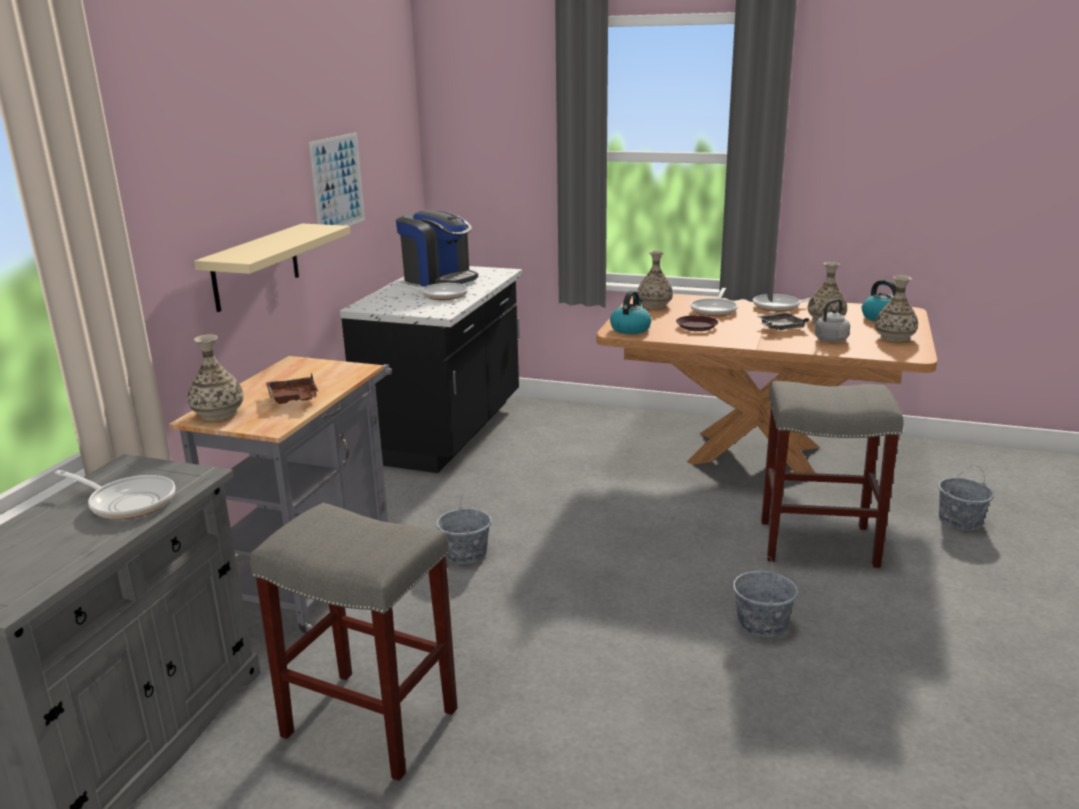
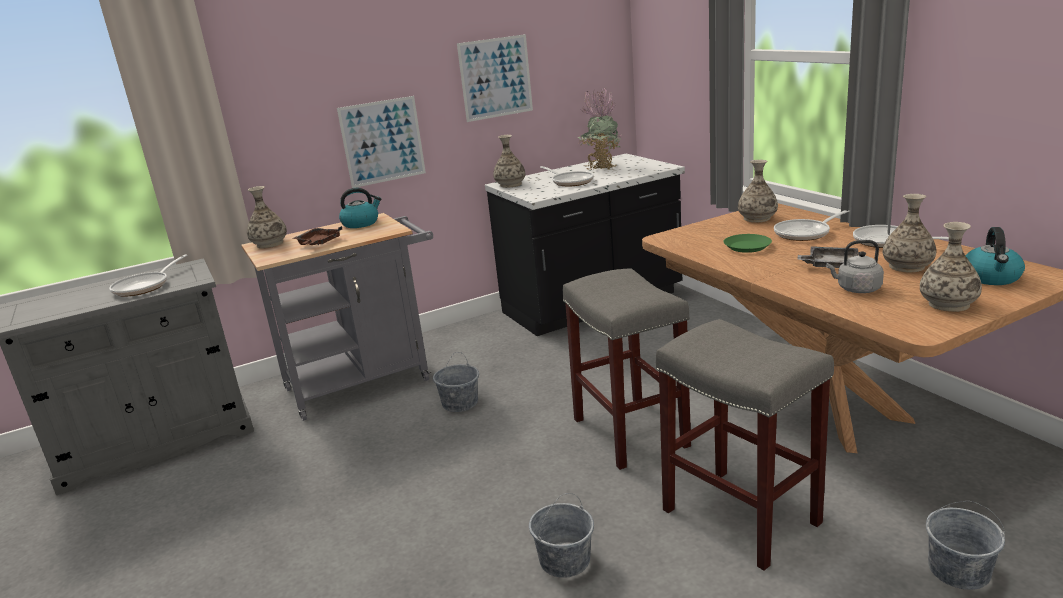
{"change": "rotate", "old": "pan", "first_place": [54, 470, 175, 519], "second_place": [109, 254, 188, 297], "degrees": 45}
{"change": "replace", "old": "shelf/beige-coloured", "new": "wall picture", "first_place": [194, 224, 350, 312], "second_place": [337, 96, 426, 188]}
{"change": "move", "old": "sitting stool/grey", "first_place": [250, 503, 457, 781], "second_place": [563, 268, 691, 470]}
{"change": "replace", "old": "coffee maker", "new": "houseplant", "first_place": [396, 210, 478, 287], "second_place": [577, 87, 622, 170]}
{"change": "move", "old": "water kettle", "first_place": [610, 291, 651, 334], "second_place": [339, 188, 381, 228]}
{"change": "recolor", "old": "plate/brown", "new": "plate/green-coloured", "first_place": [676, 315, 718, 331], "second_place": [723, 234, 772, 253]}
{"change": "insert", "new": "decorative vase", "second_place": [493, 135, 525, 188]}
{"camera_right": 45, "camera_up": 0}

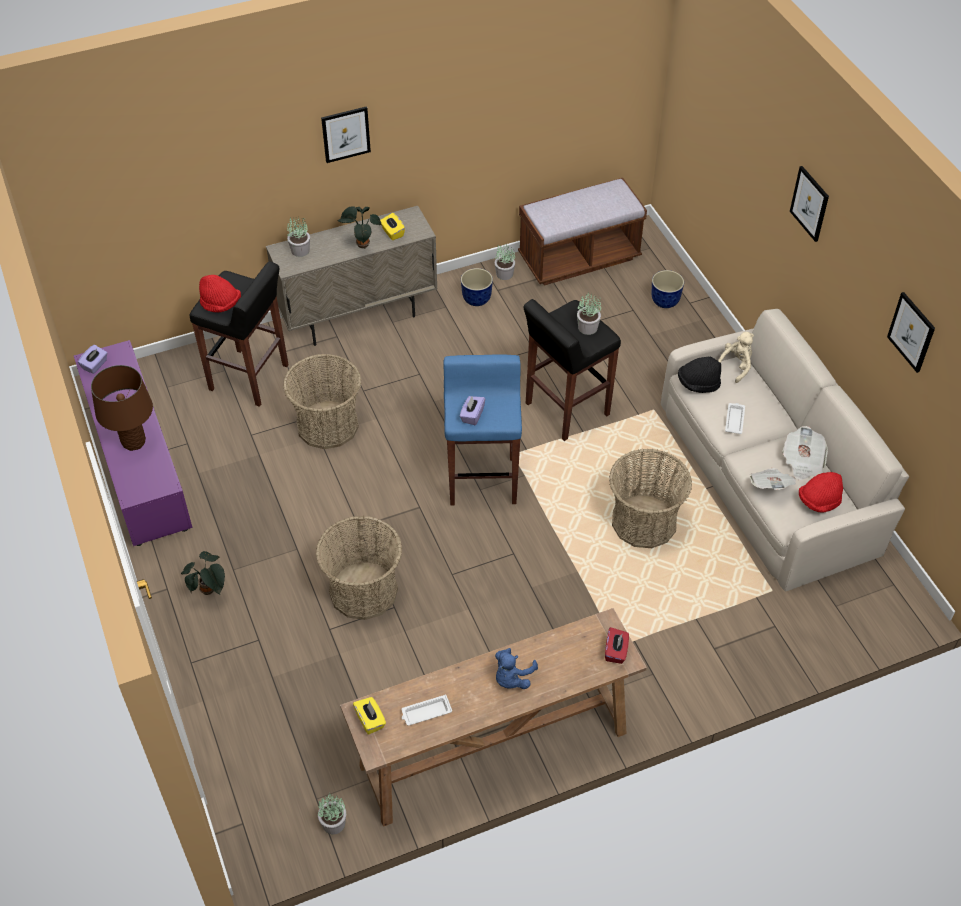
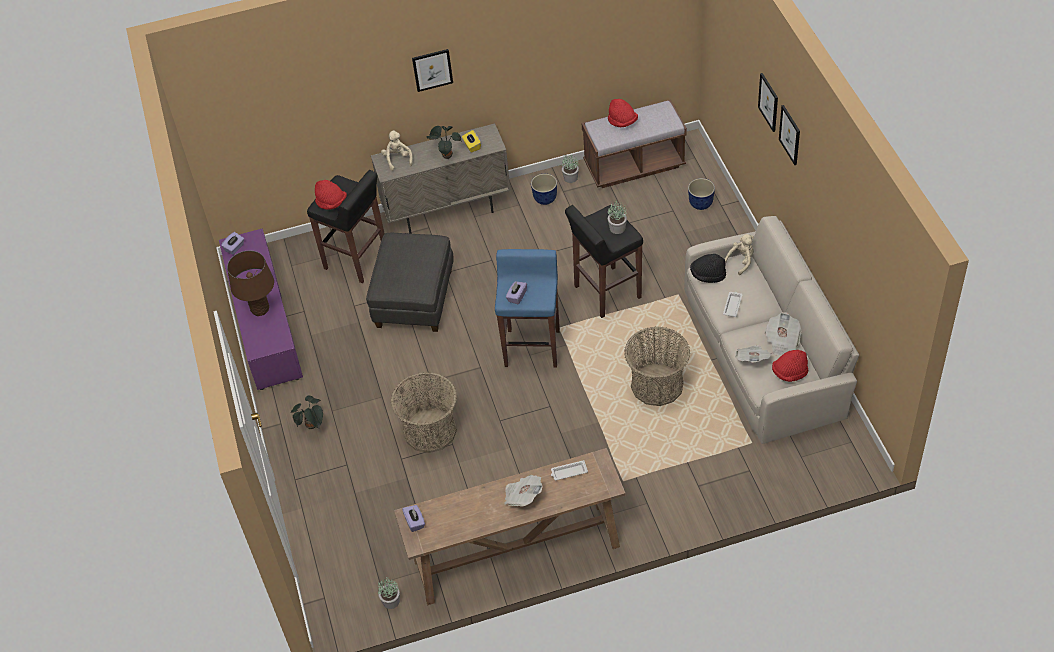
{"change": "replace", "old": "storage basket", "new": "footrest/grey", "first_place": [283, 354, 361, 449], "second_place": [366, 233, 454, 332]}
{"change": "replace", "old": "houseplant", "new": "soft toy/beige-coloured", "first_place": [287, 217, 310, 257], "second_place": [381, 130, 413, 171]}
{"change": "recolor", "old": "box of tissues/yellow", "new": "box of tissues/purplish", "first_place": [353, 697, 386, 735], "second_place": [402, 505, 425, 532]}
{"change": "move", "old": "tray/whitish", "first_place": [401, 695, 452, 726], "second_place": [551, 460, 588, 480]}
{"change": "replace", "old": "soft toy/blue-coloured", "new": "newspaper", "first_place": [495, 648, 538, 689], "second_place": [505, 475, 543, 507]}
{"change": "delete", "old": "box of tissues/reddish", "first_place": [605, 627, 629, 664]}
{"change": "move", "old": "wall picture", "first_place": [887, 292, 935, 373], "second_place": [758, 73, 778, 132]}
{"change": "insert", "new": "clothing hat/reddish", "second_place": [608, 99, 638, 127]}
{"camera_right": 10, "camera_up": 0}

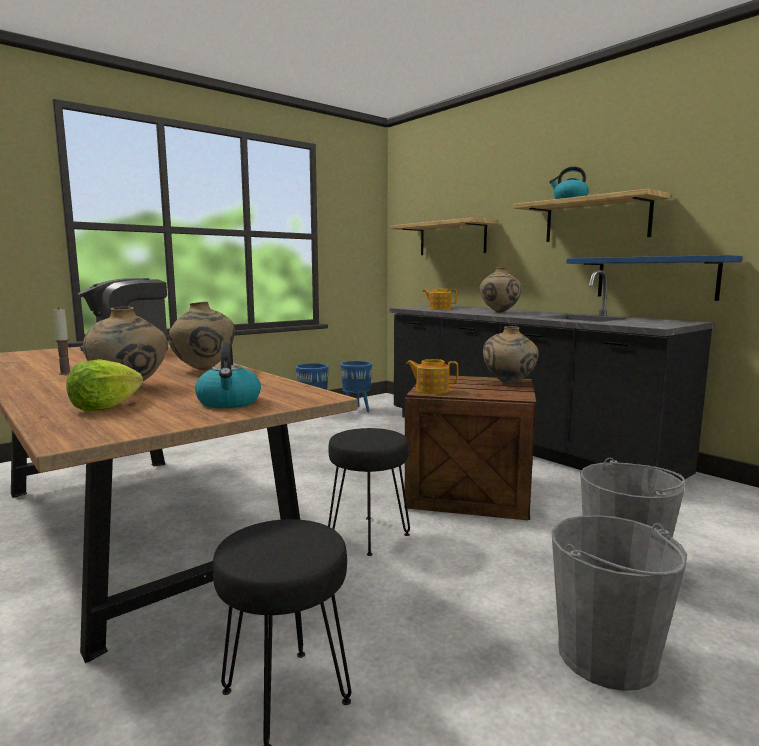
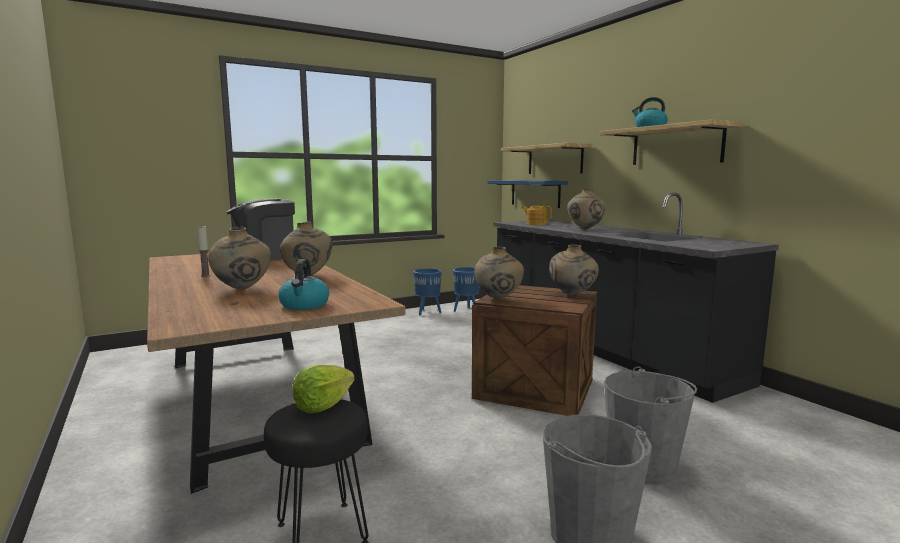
{"change": "move", "old": "lettuce", "first_place": [66, 359, 143, 411], "second_place": [292, 365, 355, 413]}
{"change": "delete", "old": "sitting stool/black", "first_place": [328, 428, 410, 556]}
{"change": "replace", "old": "tea pot", "new": "decorative vase/beige-coloured", "first_place": [406, 359, 458, 394], "second_place": [474, 247, 524, 299]}
{"change": "move", "old": "shelf/blue-coloured", "first_place": [567, 255, 743, 301], "second_place": [487, 180, 568, 208]}
{"camera_right": 10, "camera_up": 0}

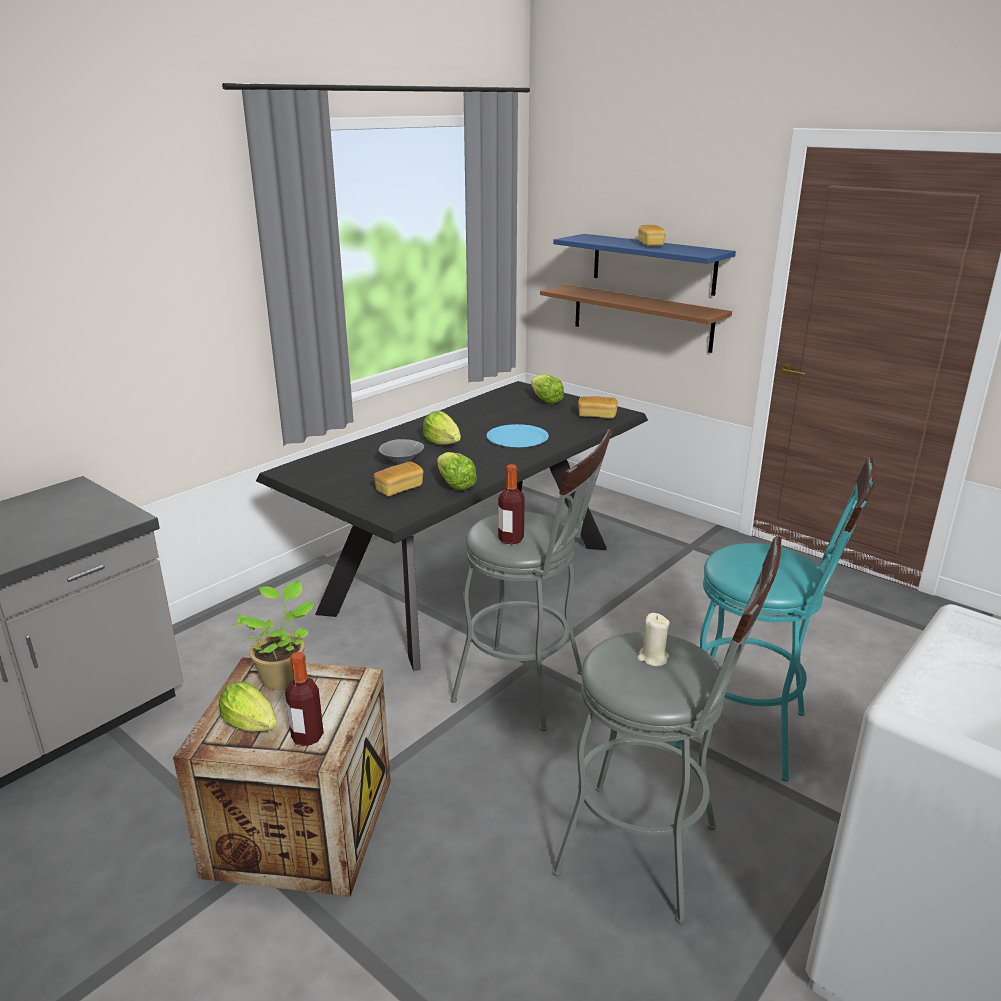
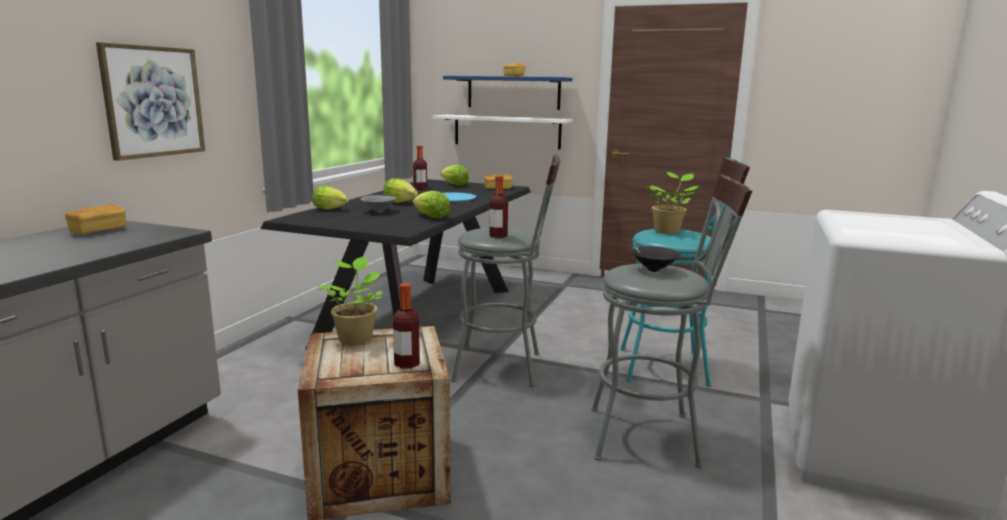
{"change": "move", "old": "lettuce", "first_place": [219, 681, 277, 732], "second_place": [312, 186, 349, 210]}
{"change": "move", "old": "bread", "first_place": [374, 462, 423, 496], "second_place": [65, 204, 126, 234]}
{"change": "recolor", "old": "shelf/brown", "new": "shelf/whitish", "first_place": [540, 285, 732, 353], "second_place": [432, 115, 573, 150]}
{"change": "replace", "old": "candle/beige-coloured", "new": "bowl/black", "first_place": [637, 613, 670, 666], "second_place": [630, 246, 681, 272]}
{"change": "insert", "new": "wall picture", "second_place": [96, 42, 205, 161]}
{"change": "insert", "new": "bottle", "second_place": [413, 146, 427, 190]}
{"change": "insert", "new": "houseplant", "second_place": [647, 172, 699, 234]}
{"camera_right": -20, "camera_up": -10}

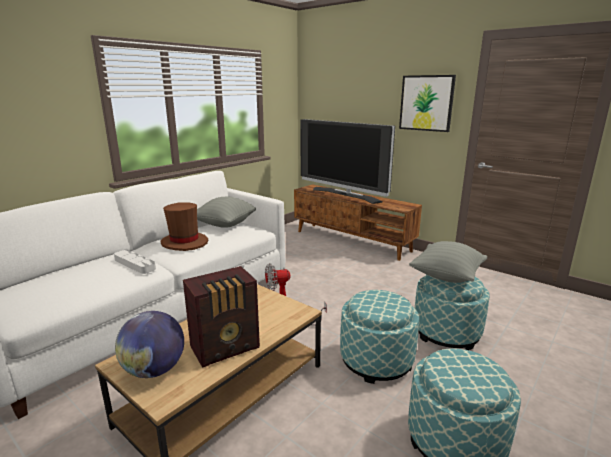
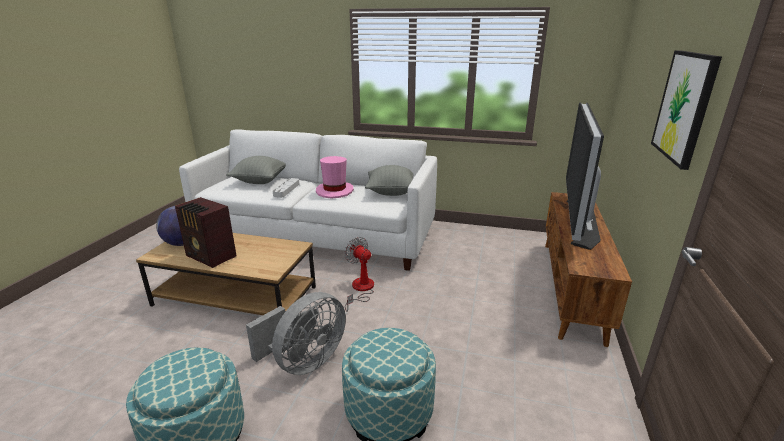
{"change": "recolor", "old": "clothing hat/brown", "new": "clothing hat/pinkish", "first_place": [160, 202, 208, 251], "second_place": [316, 156, 354, 198]}
{"change": "replace", "old": "footrest", "new": "fan/grey", "first_place": [340, 290, 419, 384], "second_place": [246, 292, 346, 375]}
{"change": "move", "old": "cushion/grey", "first_place": [409, 241, 487, 283], "second_place": [226, 156, 286, 184]}
{"camera_right": 65, "camera_up": 5}

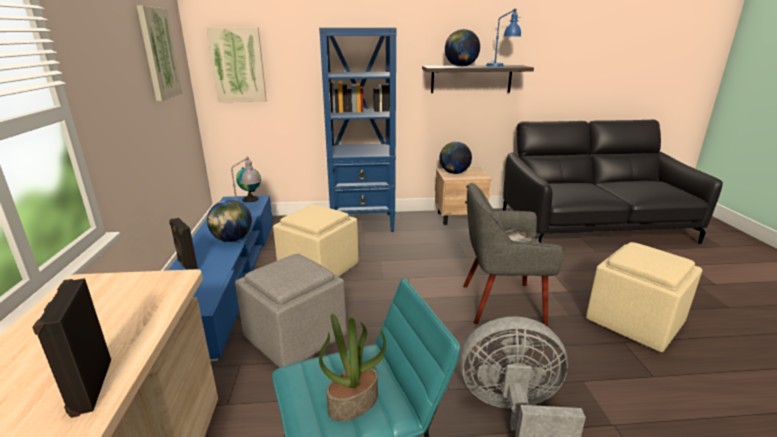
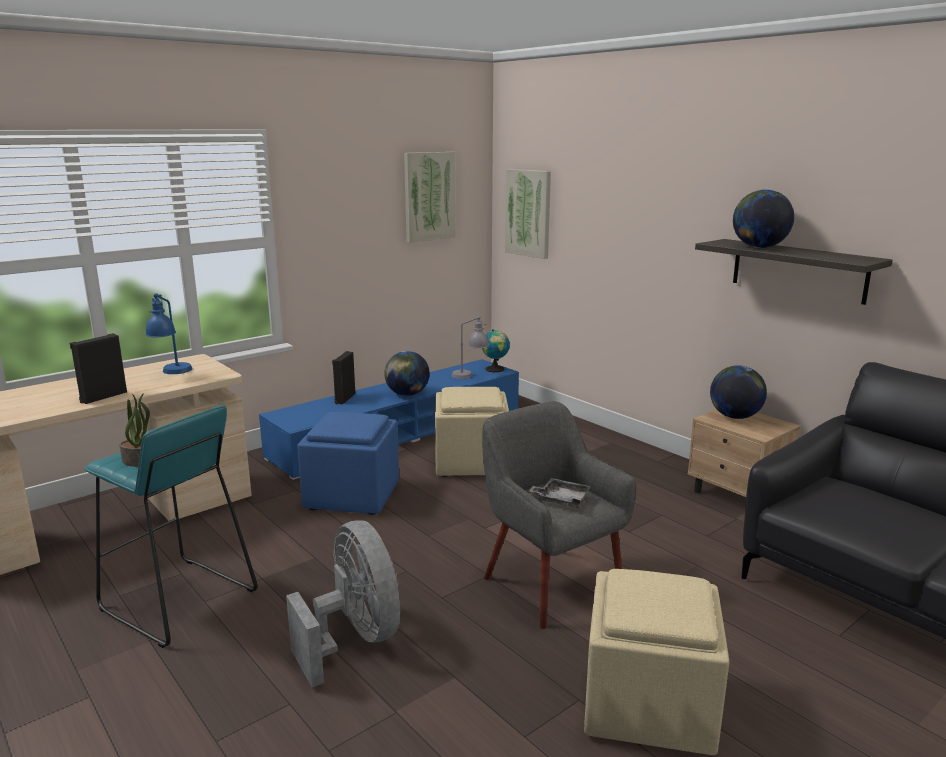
{"change": "recolor", "old": "footrest/grey", "new": "footrest/blue-coloured", "first_place": [235, 254, 346, 368], "second_place": [297, 412, 399, 515]}
{"change": "delete", "old": "shelving unit/blue-coloured", "first_place": [319, 28, 397, 232]}
{"change": "move", "old": "tabletop lamp/blue-coloured", "first_place": [486, 9, 521, 67], "second_place": [145, 293, 193, 374]}
{"camera_right": 55, "camera_up": -5}

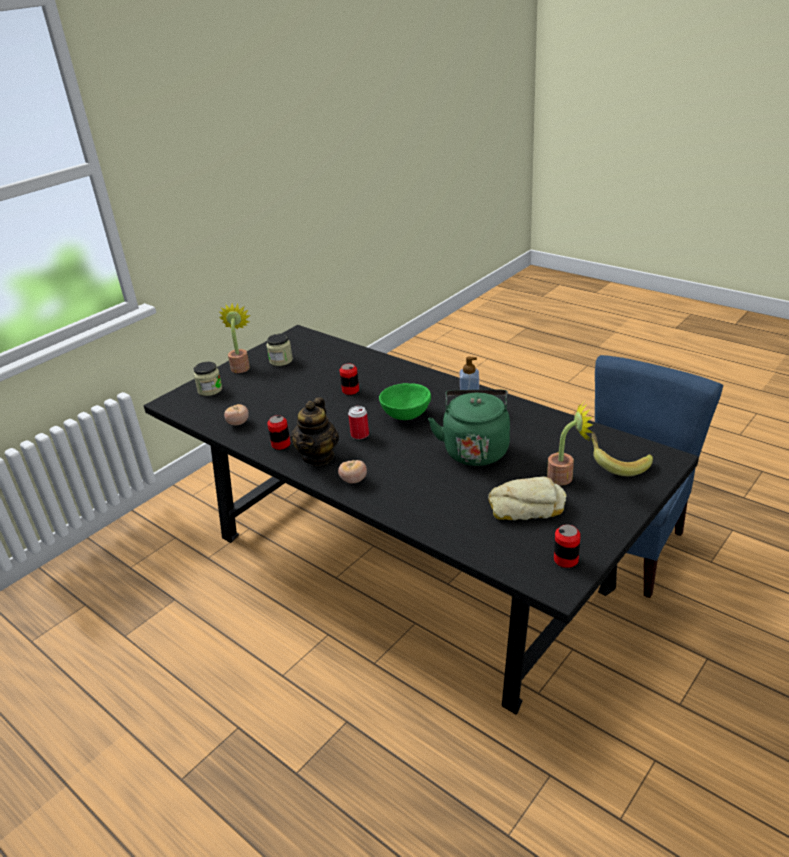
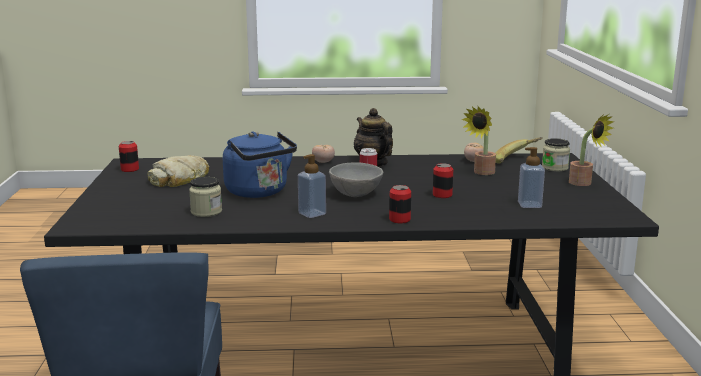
{"change": "move", "old": "preserve jar", "first_place": [267, 334, 293, 366], "second_place": [189, 177, 222, 217]}
{"change": "move", "old": "metal can", "first_place": [267, 415, 291, 450], "second_place": [389, 185, 411, 223]}
{"change": "recolor", "old": "bowl/green-coloured", "new": "bowl/grey", "first_place": [379, 383, 431, 420], "second_place": [329, 163, 383, 197]}
{"change": "recolor", "old": "water kettle/green-coloured", "new": "water kettle/blue-coloured", "first_place": [428, 390, 510, 466], "second_place": [223, 131, 297, 198]}
{"change": "move", "old": "houseplant", "first_place": [547, 402, 593, 486], "second_place": [461, 106, 496, 175]}
{"change": "move", "old": "whole banana", "first_place": [592, 431, 653, 476], "second_place": [496, 137, 543, 164]}
{"change": "insert", "new": "liquid soap bottle", "second_place": [518, 147, 545, 208]}
{"camera_right": 135, "camera_up": -15}

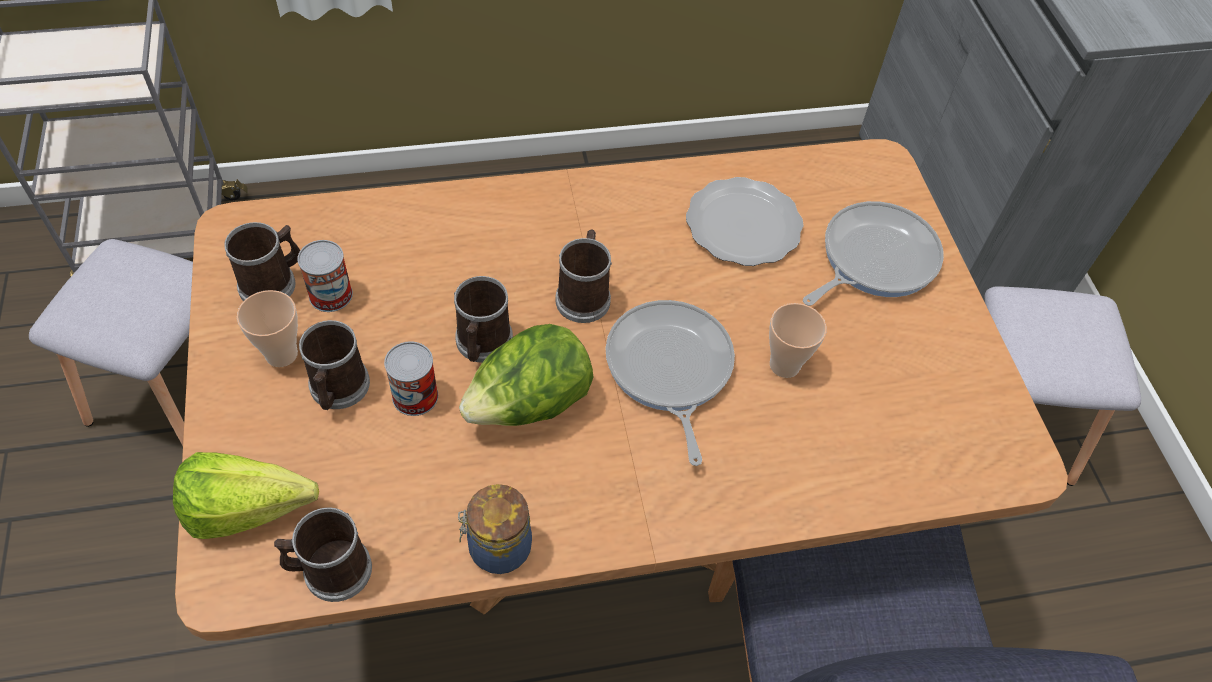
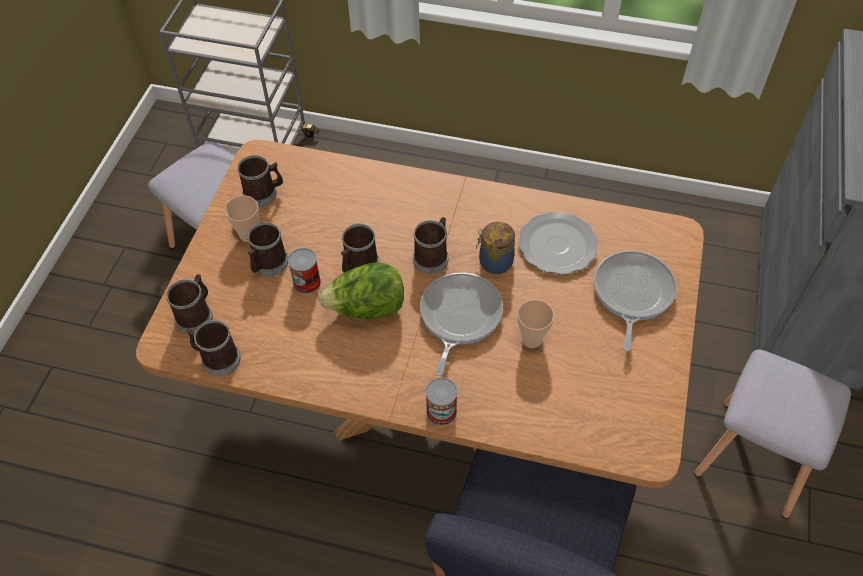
{"change": "replace", "old": "lettuce", "new": "mug", "first_place": [173, 452, 319, 539], "second_place": [166, 274, 213, 334]}
{"change": "move", "old": "metal can", "first_place": [297, 240, 353, 312], "second_place": [426, 378, 457, 426]}
{"change": "move", "old": "preserve jar", "first_place": [458, 484, 532, 574], "second_place": [476, 222, 515, 274]}
{"change": "rotate", "old": "pan", "first_place": [803, 201, 944, 306], "second_place": [594, 250, 677, 352], "degrees": -60}
{"camera_right": 30, "camera_up": 0}

